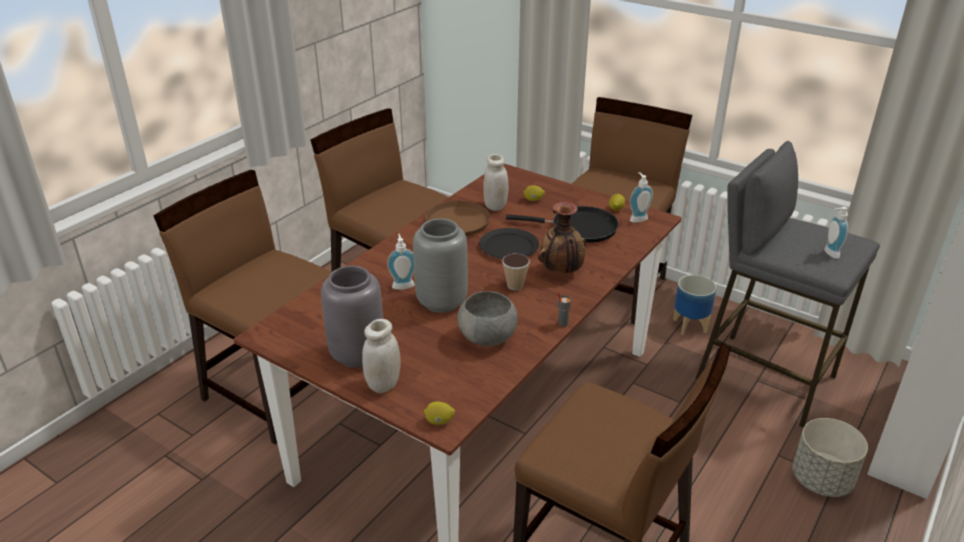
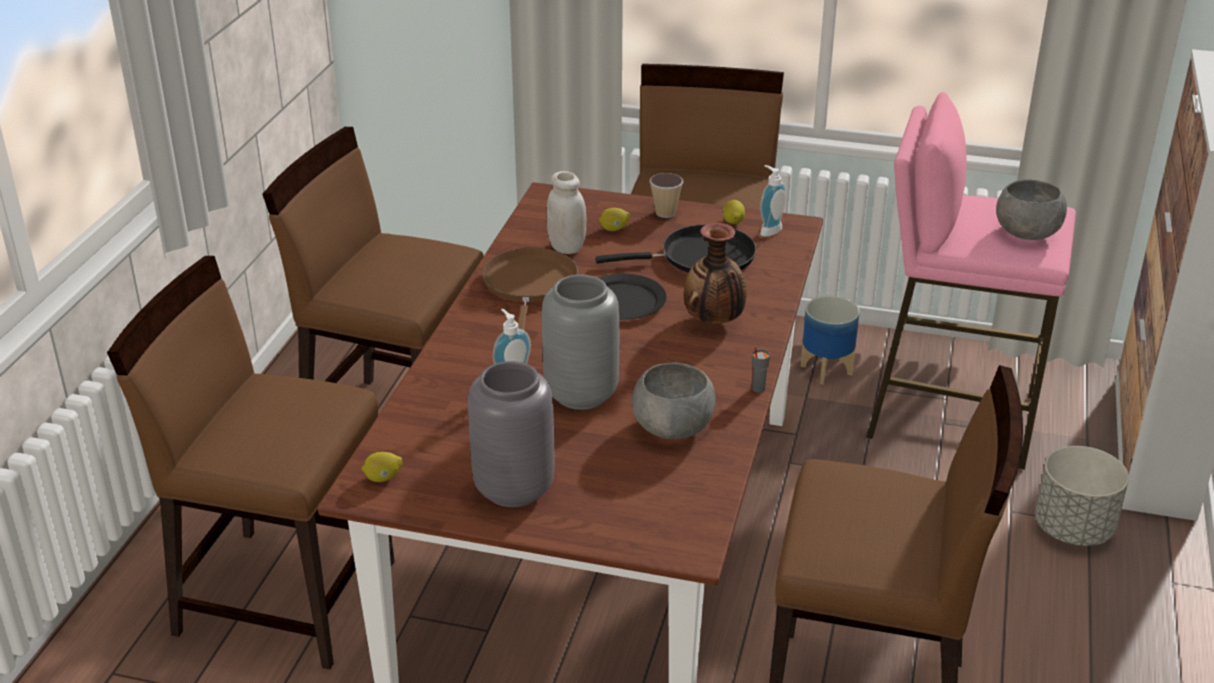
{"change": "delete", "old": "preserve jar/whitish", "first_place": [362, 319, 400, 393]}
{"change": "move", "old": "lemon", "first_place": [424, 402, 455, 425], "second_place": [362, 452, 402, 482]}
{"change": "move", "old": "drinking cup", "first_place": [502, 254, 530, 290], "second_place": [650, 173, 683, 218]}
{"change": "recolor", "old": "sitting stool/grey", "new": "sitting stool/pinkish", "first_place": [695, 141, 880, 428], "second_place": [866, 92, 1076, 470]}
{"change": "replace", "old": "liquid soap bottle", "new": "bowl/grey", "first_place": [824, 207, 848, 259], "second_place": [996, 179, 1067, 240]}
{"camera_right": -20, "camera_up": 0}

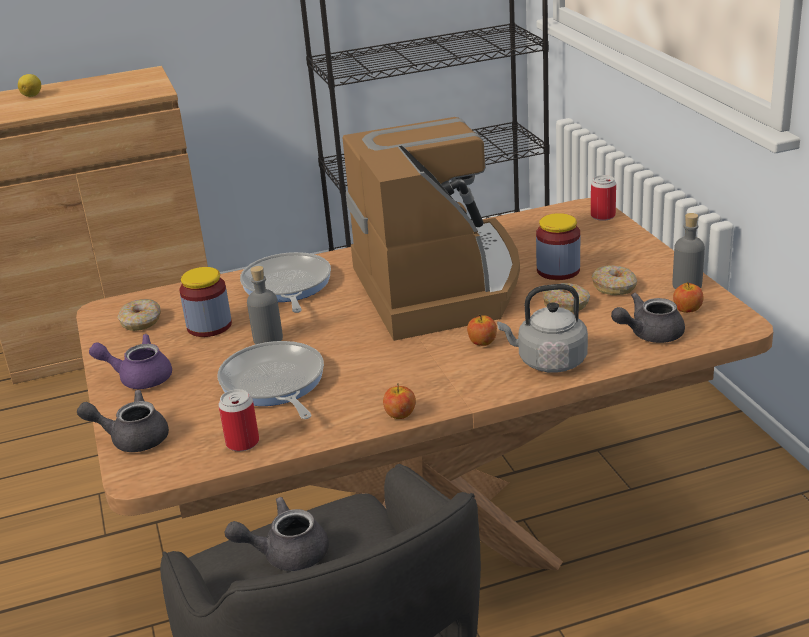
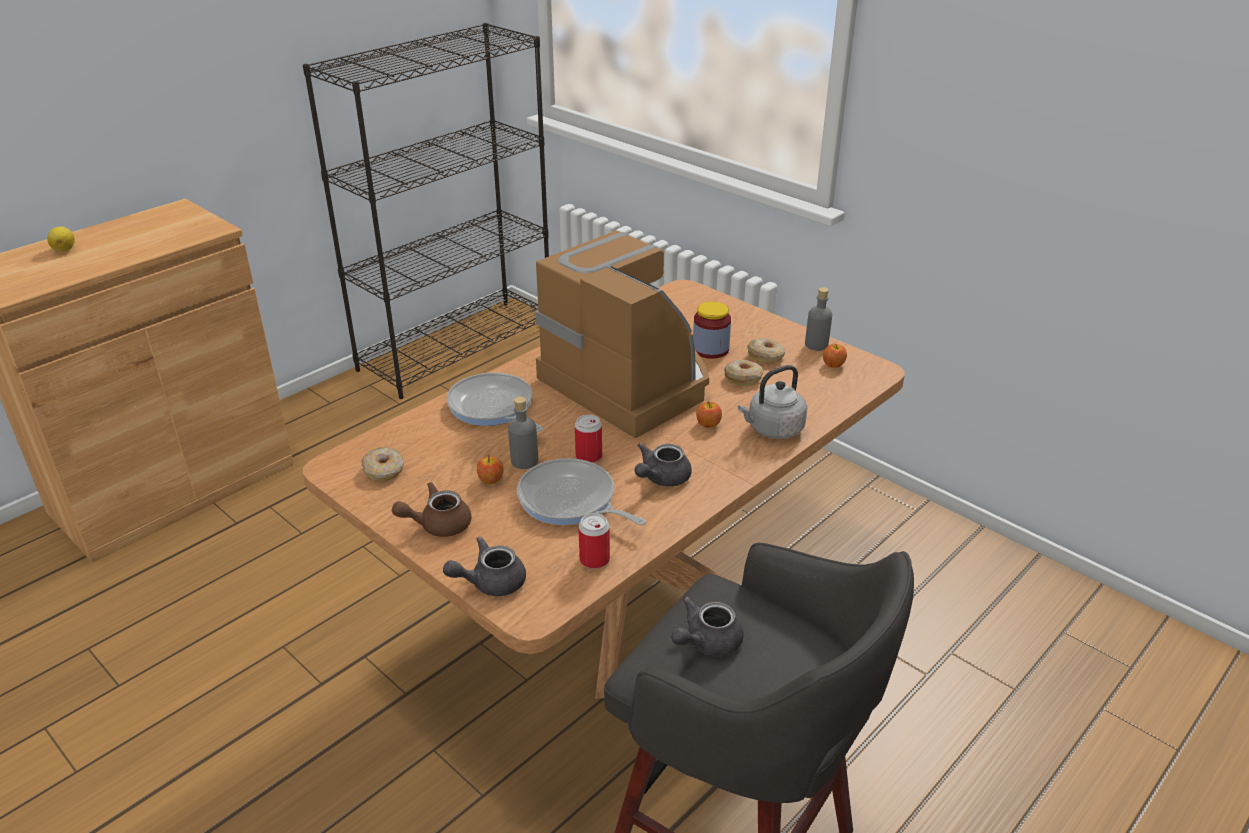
{"change": "recolor", "old": "tea pot/purplish", "new": "tea pot/brown", "first_place": [89, 334, 172, 389], "second_place": [392, 482, 472, 537]}
{"change": "delete", "old": "preserve jar", "first_place": [179, 267, 232, 337]}
{"change": "move", "old": "whole apple", "first_place": [383, 383, 416, 419], "second_place": [477, 455, 504, 484]}
{"change": "move", "old": "metal can", "first_place": [591, 175, 616, 221], "second_place": [575, 414, 602, 463]}
{"change": "move", "old": "tea pot/grey", "first_place": [611, 293, 685, 343], "second_place": [635, 443, 692, 487]}
{"camera_right": -30, "camera_up": 5}

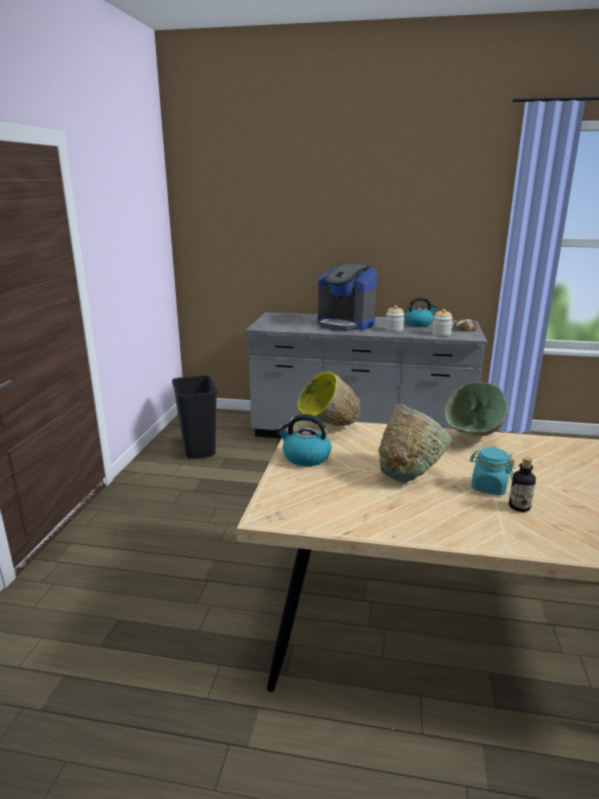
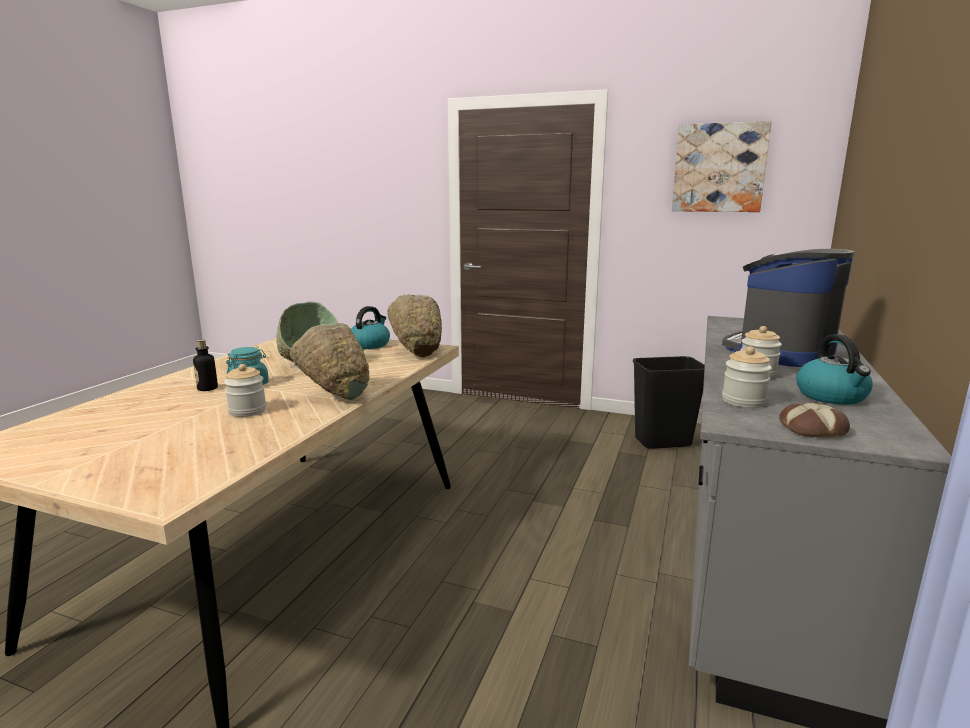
{"change": "recolor", "old": "bowl/yellow", "new": "bowl/brown", "first_place": [298, 371, 360, 426], "second_place": [387, 294, 442, 357]}
{"change": "insert", "new": "preserve jar", "second_place": [224, 364, 266, 417]}
{"change": "insert", "new": "wall picture", "second_place": [672, 121, 772, 212]}
{"camera_right": 100, "camera_up": -5}

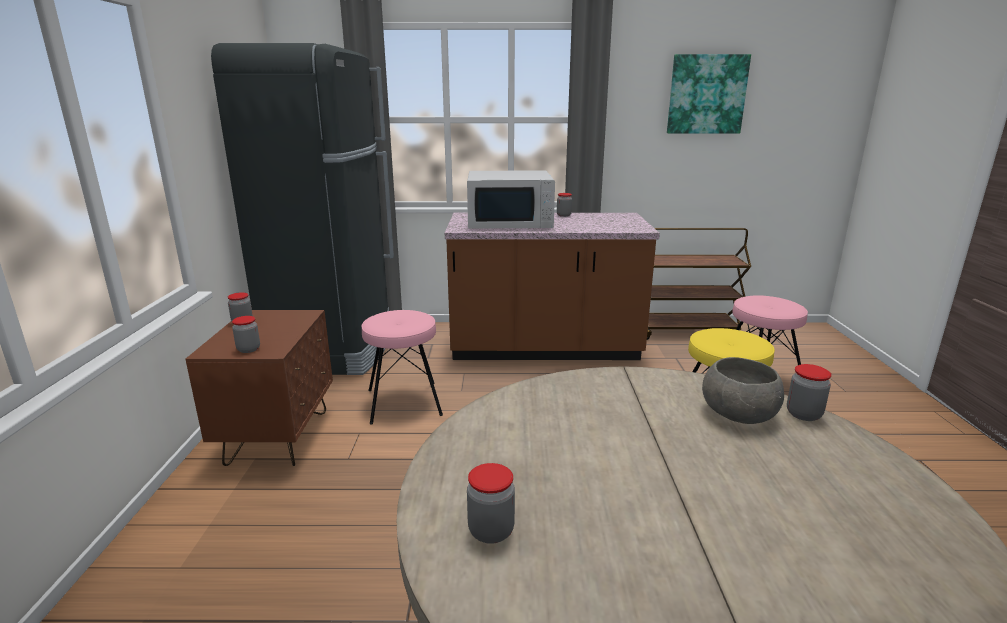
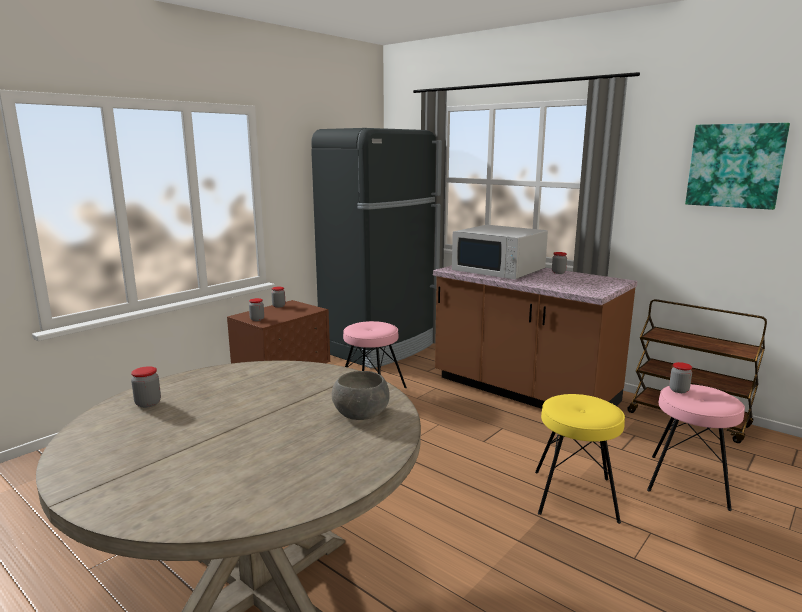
{"change": "move", "old": "preserve jar", "first_place": [787, 364, 832, 421], "second_place": [669, 362, 692, 393]}
{"camera_right": 40, "camera_up": -5}

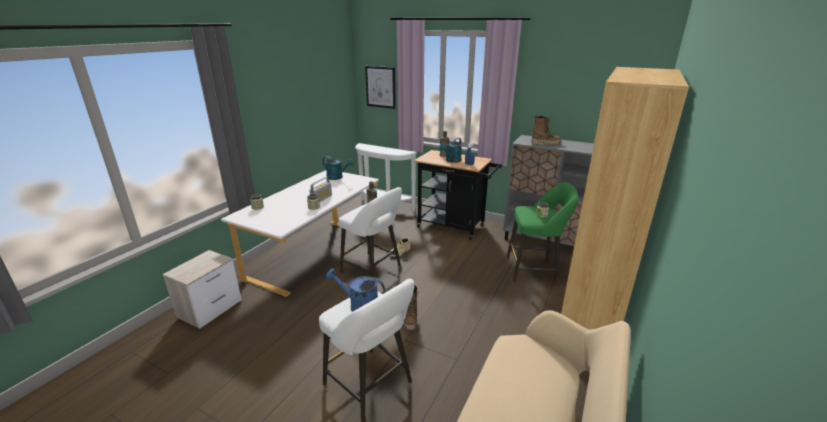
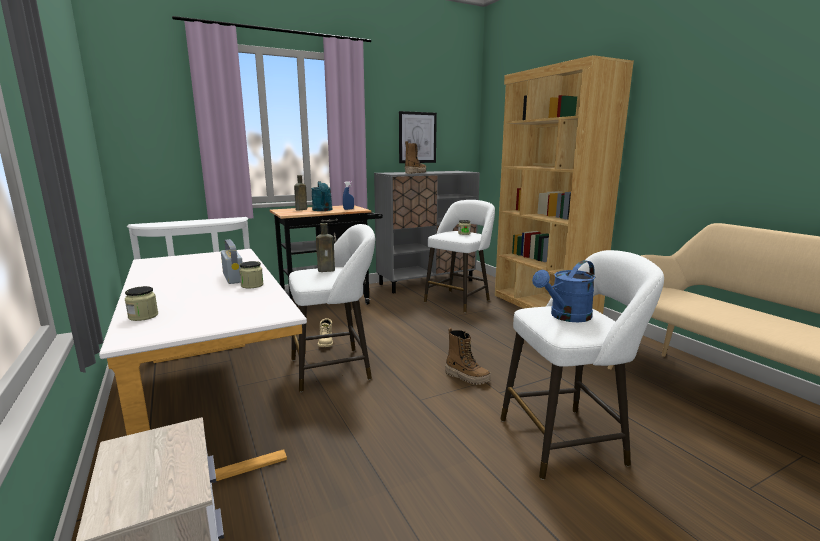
{"change": "delete", "old": "sprinkling can/turquoise-coloured", "first_place": [323, 156, 353, 180]}
{"change": "move", "old": "wall picture", "first_place": [365, 66, 396, 109], "second_place": [399, 111, 437, 163]}
{"change": "recolor", "old": "sitting stool/green-coloured", "new": "sitting stool/whitish", "first_place": [506, 182, 579, 284], "second_place": [424, 200, 495, 313]}
{"camera_right": -55, "camera_up": -10}

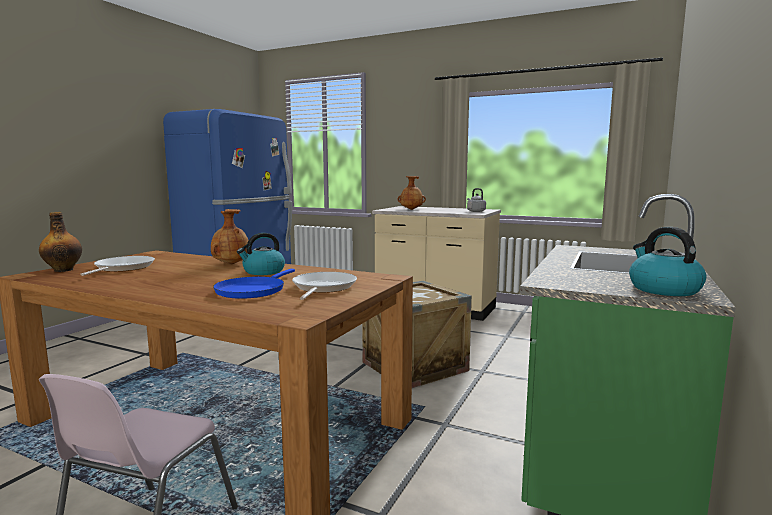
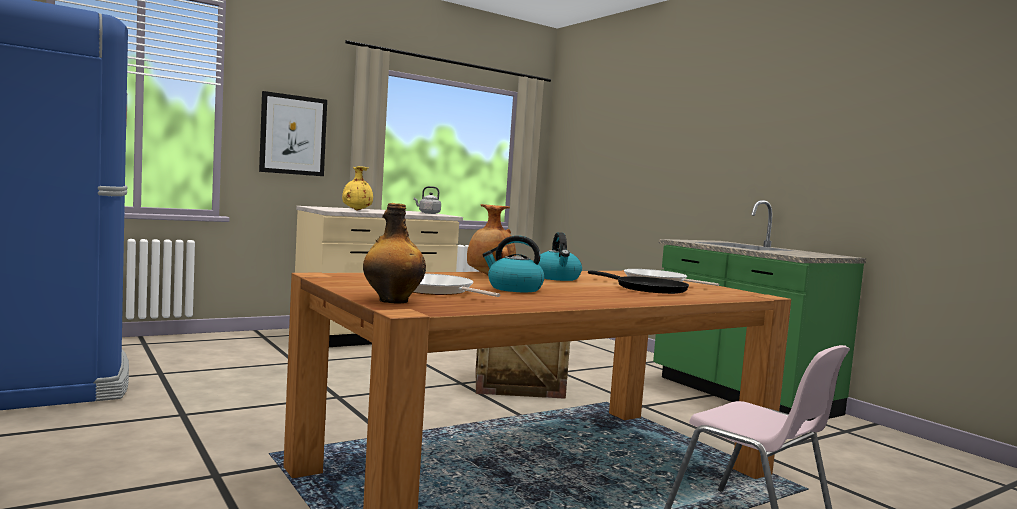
{"change": "recolor", "old": "pan/blue-coloured", "new": "pan/black", "first_place": [213, 269, 295, 299], "second_place": [588, 270, 689, 294]}
{"change": "recolor", "old": "decorative vase/brown", "new": "decorative vase/yellow", "first_place": [397, 176, 426, 210], "second_place": [342, 166, 373, 211]}
{"change": "move", "old": "water kettle", "first_place": [629, 227, 706, 296], "second_place": [482, 236, 545, 292]}
{"change": "insert", "new": "wall picture", "second_place": [259, 91, 327, 176]}
{"camera_right": -60, "camera_up": -5}

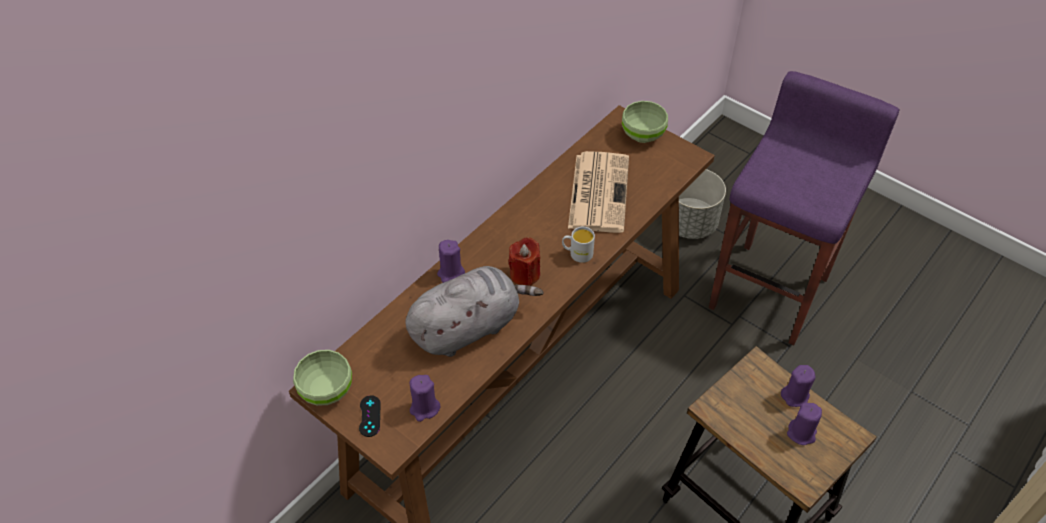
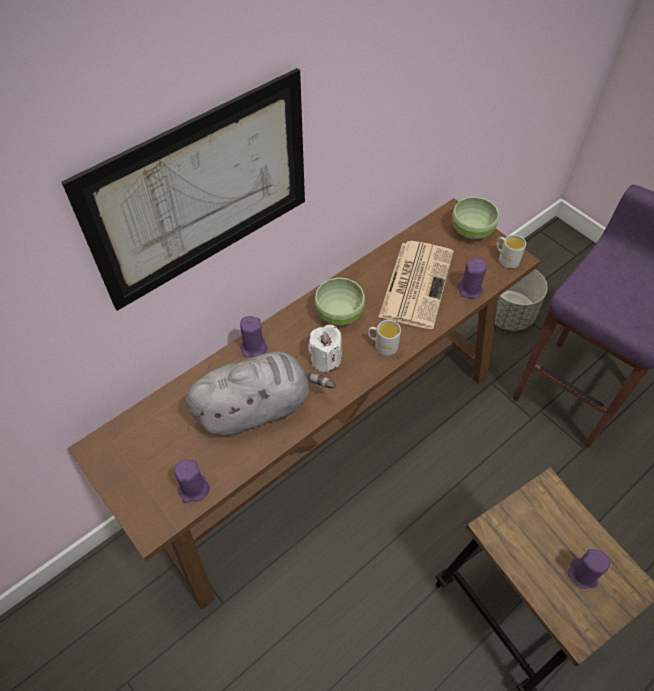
{"change": "move", "old": "bowl/green-coloured", "first_place": [293, 350, 352, 406], "second_place": [314, 278, 365, 325]}
{"change": "delete", "old": "game controller/black", "first_place": [359, 395, 380, 437]}
{"change": "recolor", "old": "candle/reddish", "new": "candle/whitish", "first_place": [508, 237, 540, 286], "second_place": [308, 325, 342, 373]}
{"change": "move", "old": "candle/purplish", "first_place": [781, 365, 815, 407], "second_place": [457, 258, 487, 298]}
{"change": "insert", "new": "wall picture", "second_place": [62, 68, 305, 311]}
{"change": "insert", "new": "mug/whitish", "second_place": [496, 235, 526, 269]}
{"camera_right": 10, "camera_up": 5}

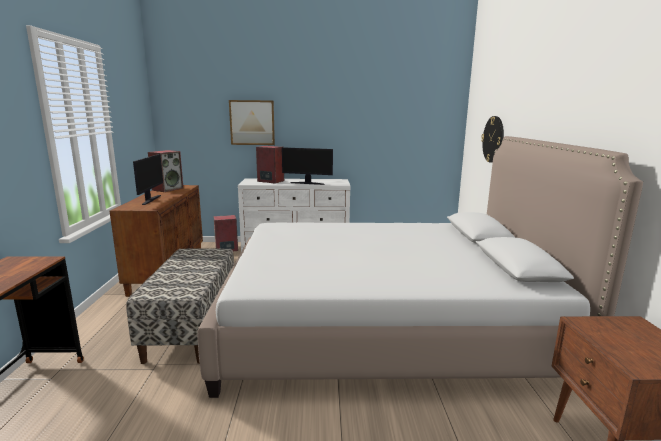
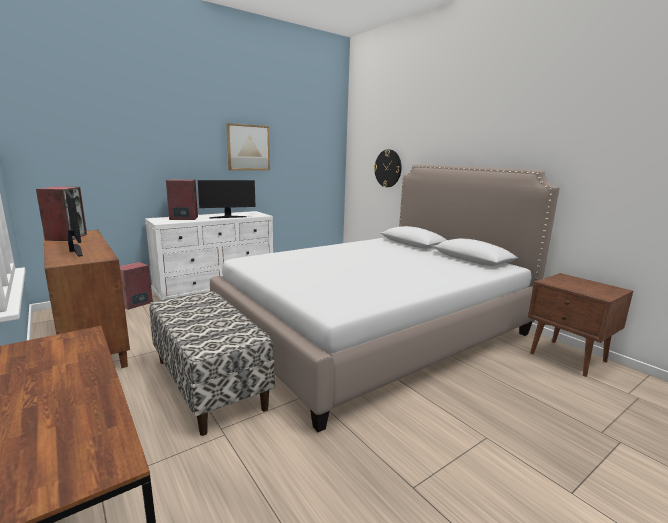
{"change": "move", "old": "wall picture", "first_place": [229, 100, 275, 145], "second_place": [226, 123, 270, 170]}
{"camera_right": -35, "camera_up": 0}

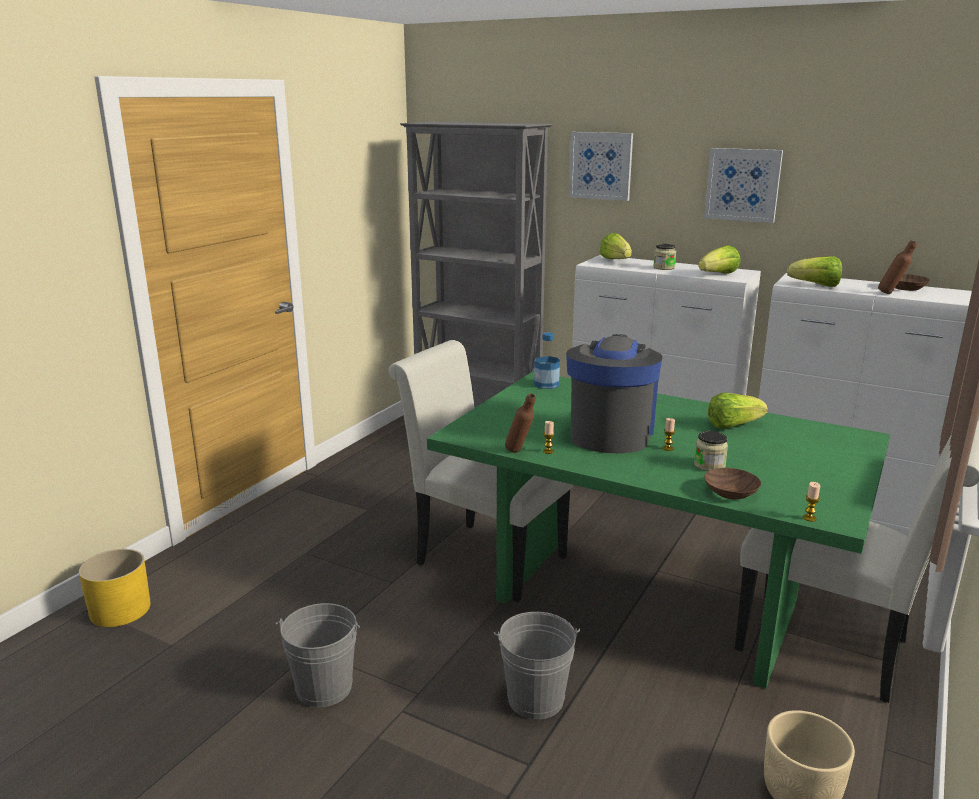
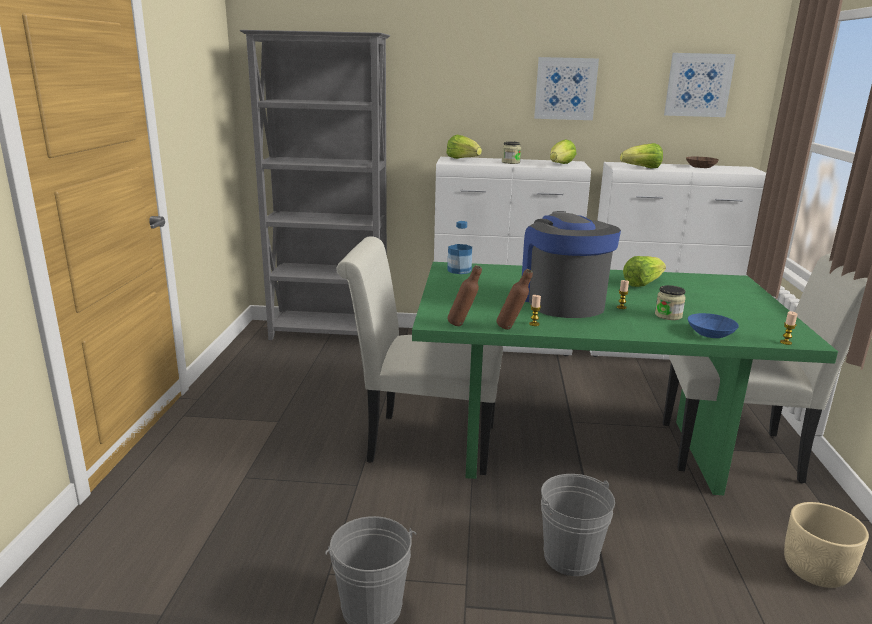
{"change": "delete", "old": "flower pot/yellow", "first_place": [79, 549, 151, 627]}
{"change": "move", "old": "wall picture", "first_place": [569, 132, 633, 201], "second_place": [664, 53, 736, 117]}
{"change": "recolor", "old": "bowl/brown", "new": "bowl/blue-coloured", "first_place": [704, 468, 761, 499], "second_place": [688, 313, 739, 338]}
{"change": "move", "old": "bottle/brown", "first_place": [878, 240, 917, 294], "second_place": [448, 265, 482, 326]}
{"camera_right": -25, "camera_up": 0}

